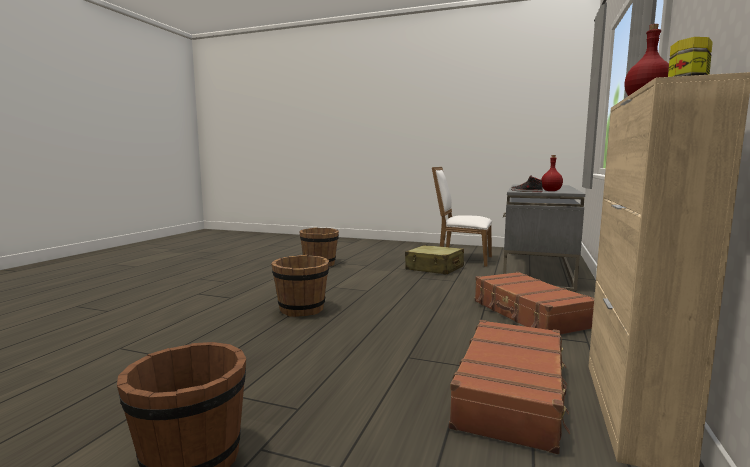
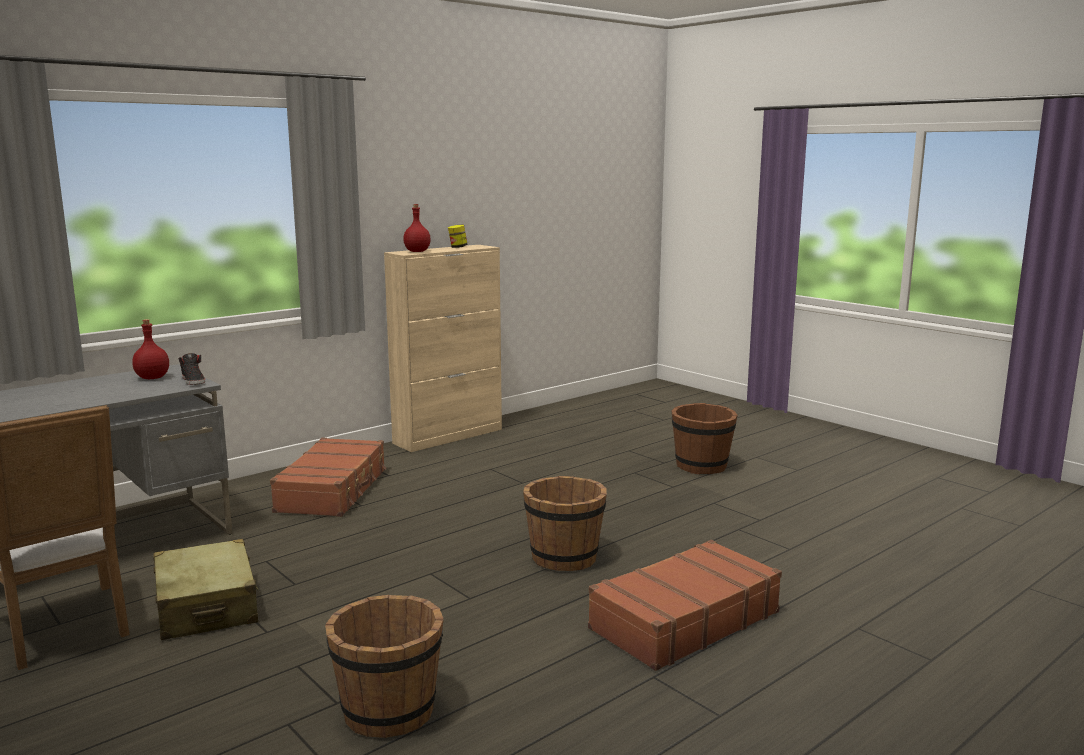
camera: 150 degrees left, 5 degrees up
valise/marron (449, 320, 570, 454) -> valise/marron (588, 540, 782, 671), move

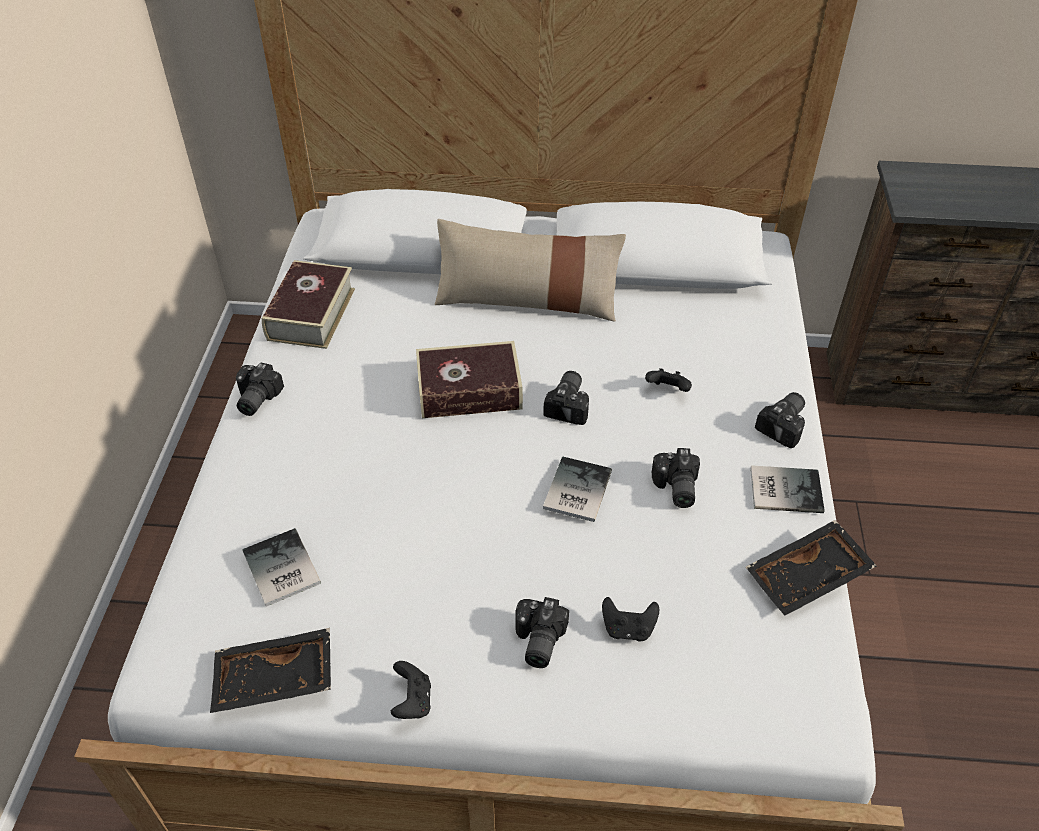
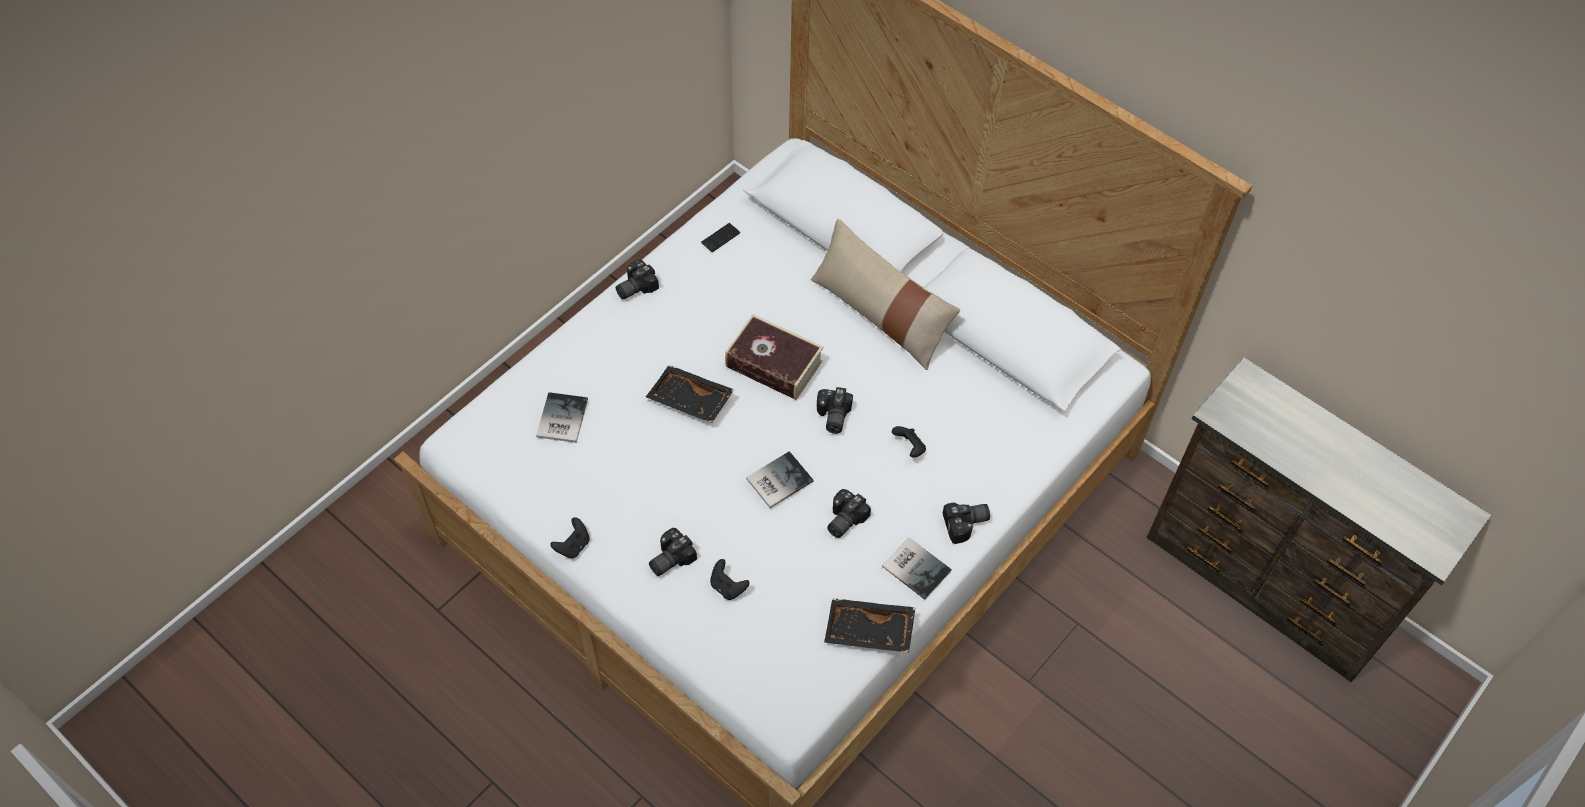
camera: 35 degrees right, 10 degrees up
livre (262, 260, 355, 349) -> téléphone (701, 223, 740, 252)
appareil photo (543, 371, 589, 425) -> appareil photo (817, 387, 853, 434), 135 degrees clockwise
plateau/noir (210, 628, 331, 713) -> plateau/noir (646, 365, 735, 423), move

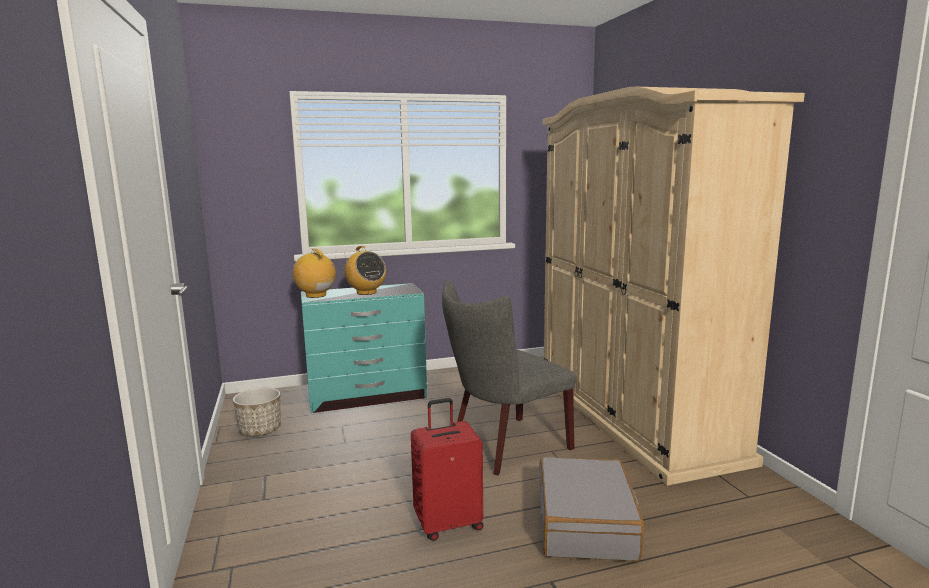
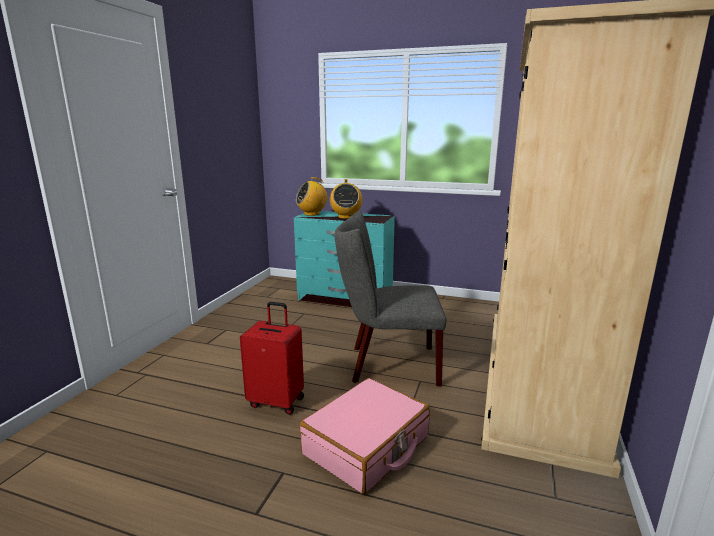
camera: 35 degrees right, 5 degrees up
radio (293, 248, 336, 298) -> radio (296, 177, 327, 216), 105 degrees counterclockwise
cache-pot (233, 387, 281, 436) -> none
valise/gris (539, 457, 645, 562) -> valise/rose (299, 378, 430, 494)

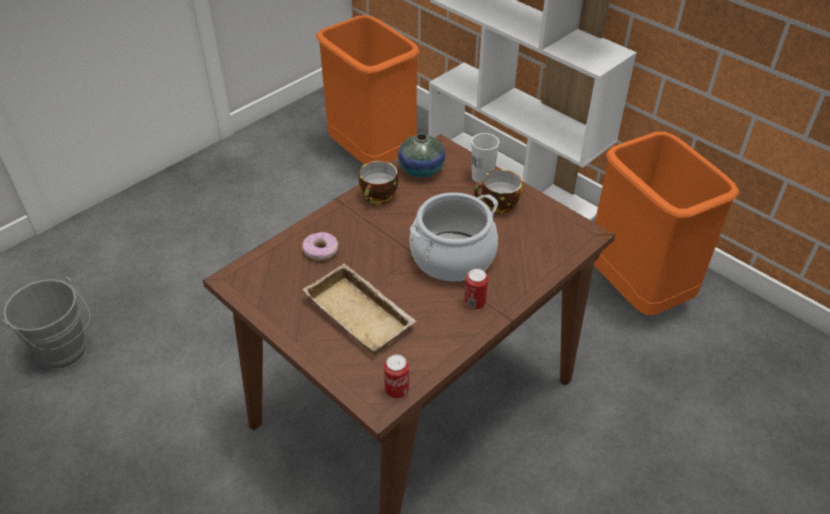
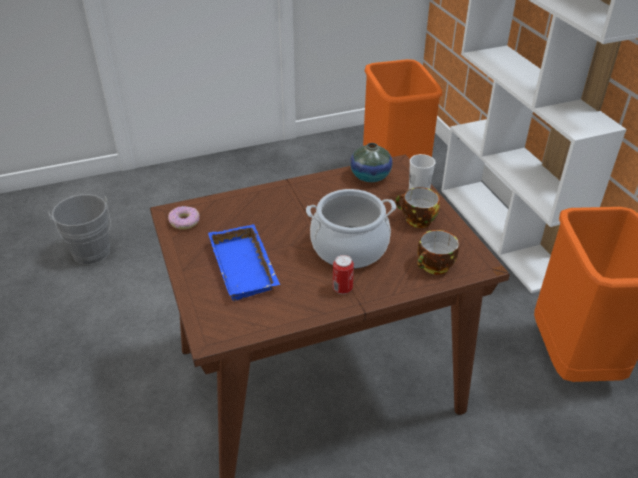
camera: 25 degrees right, 5 degrees down
tasse (359, 161, 398, 205) -> tasse (417, 230, 459, 275), move
beignet (302, 232, 339, 260) -> beignet (168, 206, 200, 230), move
plateau/beige (303, 263, 417, 356) -> plateau/bleu (208, 224, 280, 301)
boîte métallique (384, 354, 409, 398) -> none

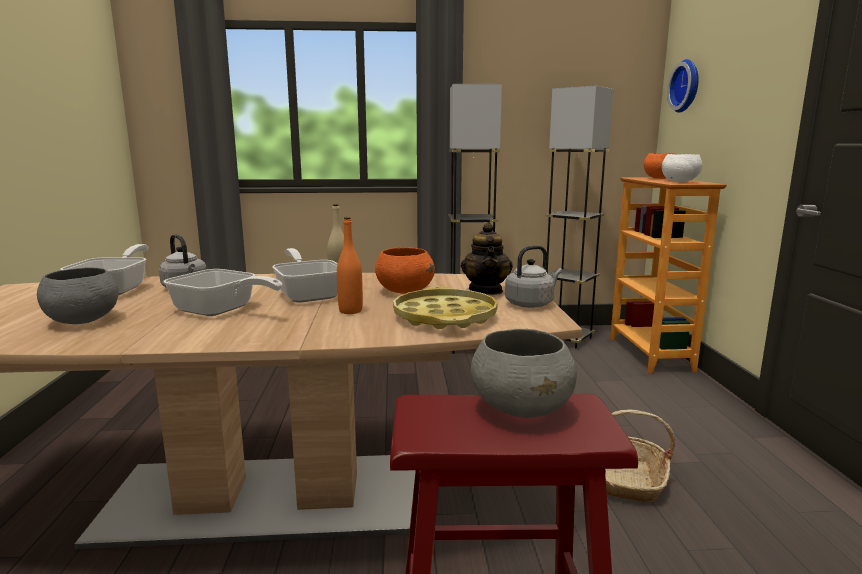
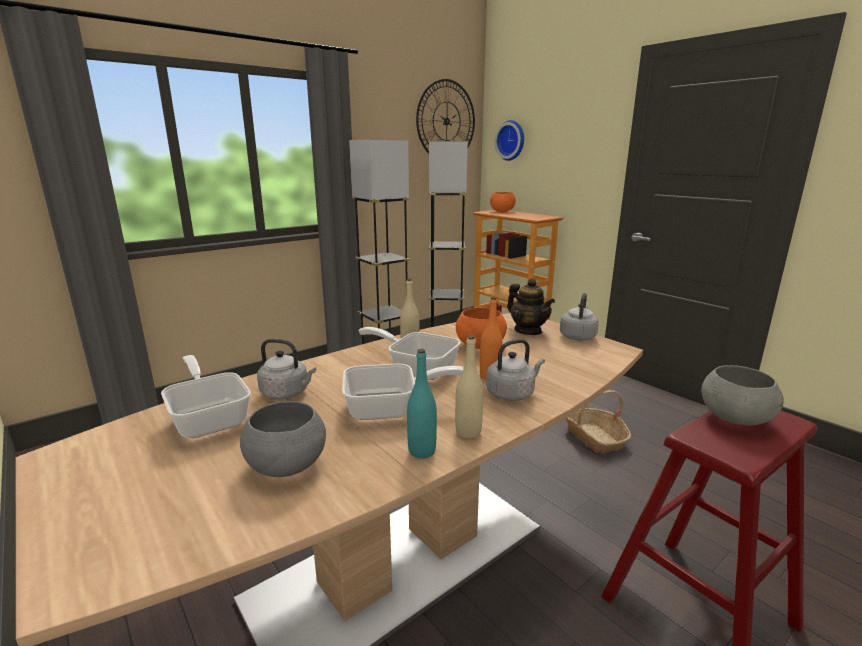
camera: 35 degrees left, 5 degrees up
bol/blanc (662, 154, 702, 182) -> none
plateau/jaune (393, 286, 498, 329) -> none
none -> horloge murale (416, 79, 475, 154)
none -> bouteille/beige (455, 335, 483, 438)
none -> bouilloire/gris (486, 339, 545, 401)
none -> bouteille/turquoise (407, 349, 437, 459)

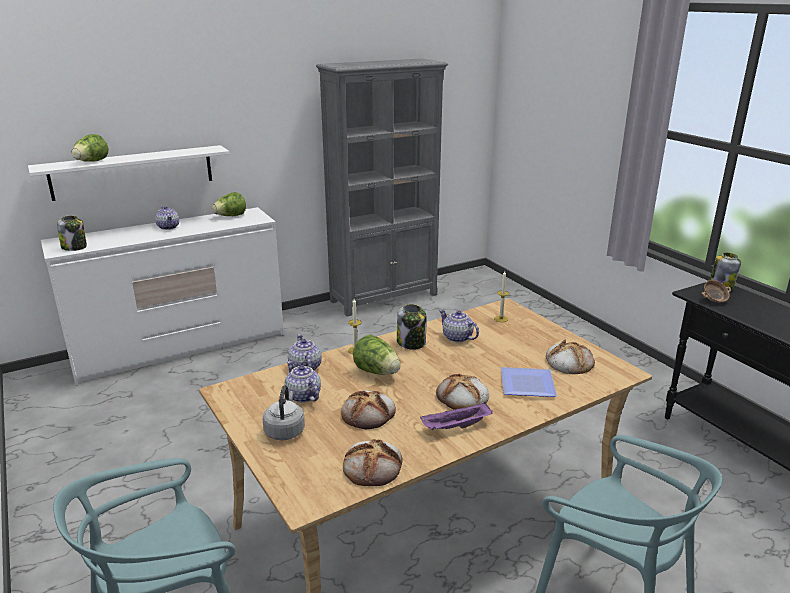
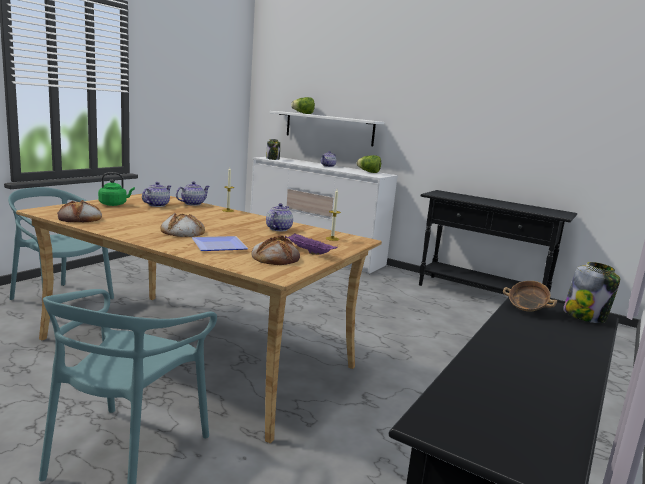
camera: 60 degrees right, 10 degrees down
bibliothèque/gris (316, 58, 448, 316) -> table console/noir (419, 190, 577, 293)
bocal (397, 304, 427, 350) -> none
laitue (353, 335, 401, 375) -> none
bouilloire/gris (263, 385, 305, 440) -> bouilloire/vert (98, 172, 135, 206)
pain (341, 391, 396, 429) -> none
plateau/violet (420, 402, 493, 430) -> plateau/violet (285, 234, 338, 255), move

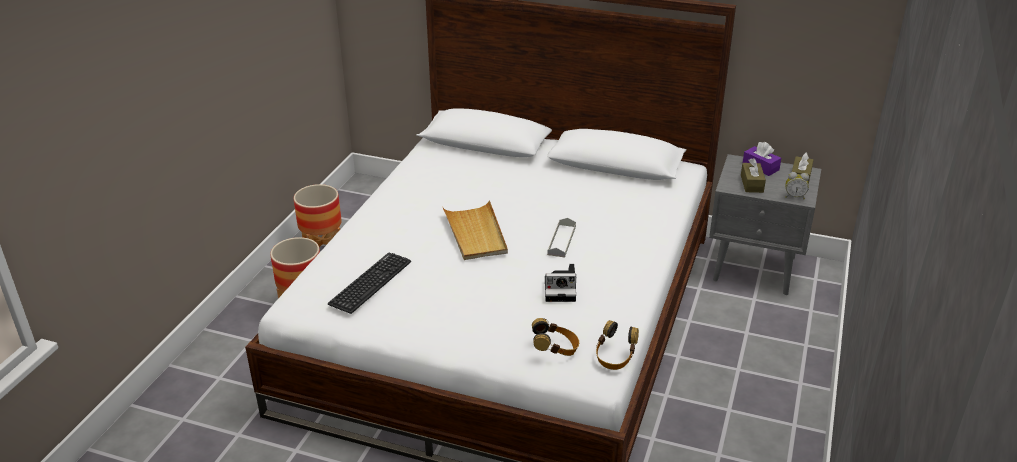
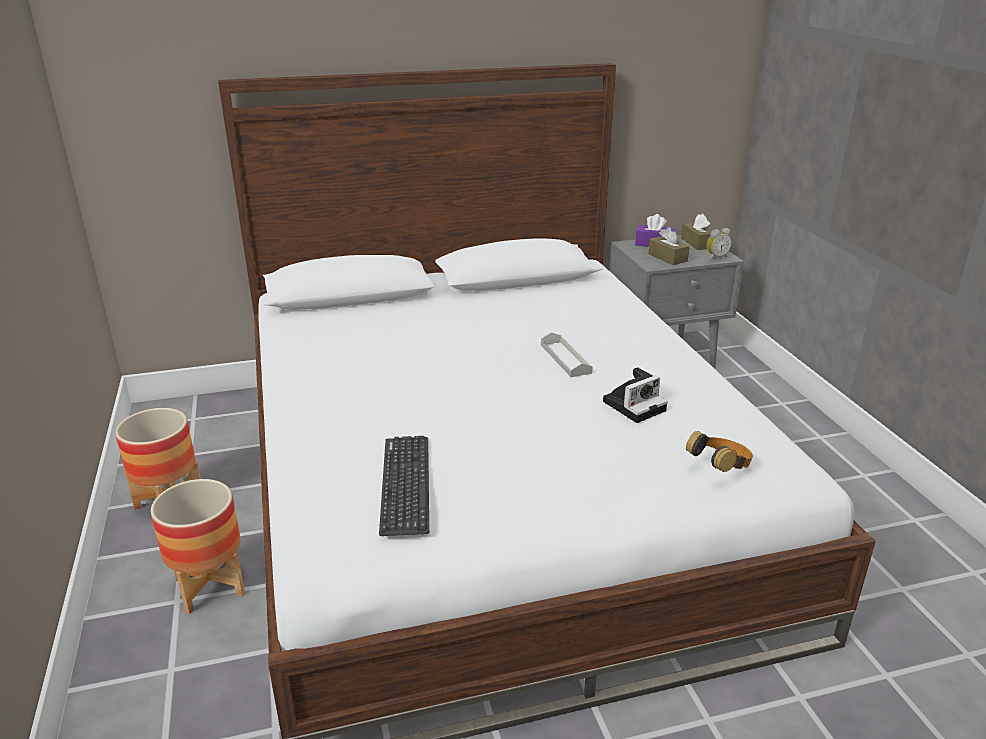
camera: 35 degrees left, 5 degrees down
plateau/beige (443, 200, 508, 260) -> none
casque audio (596, 320, 639, 370) -> none

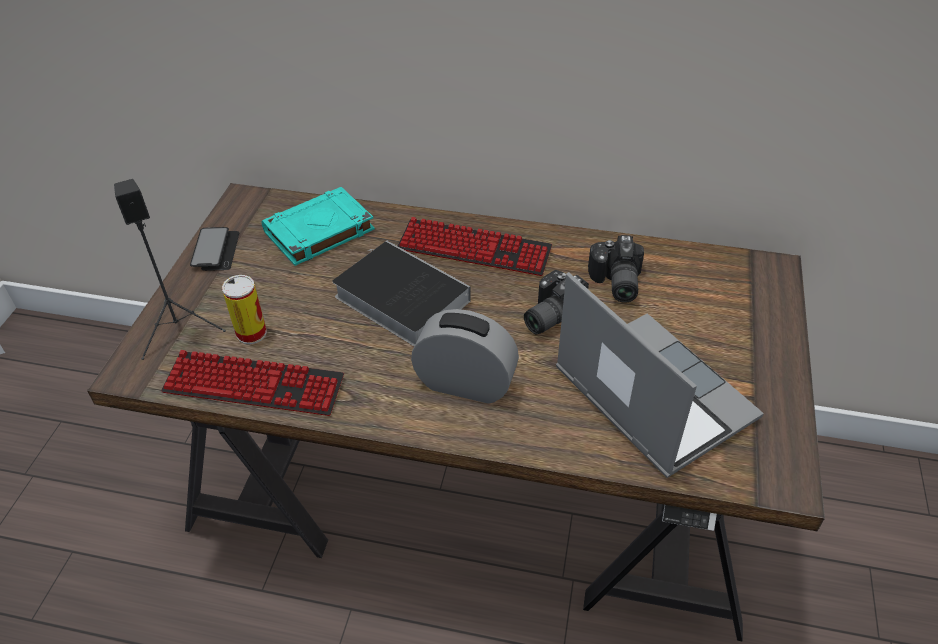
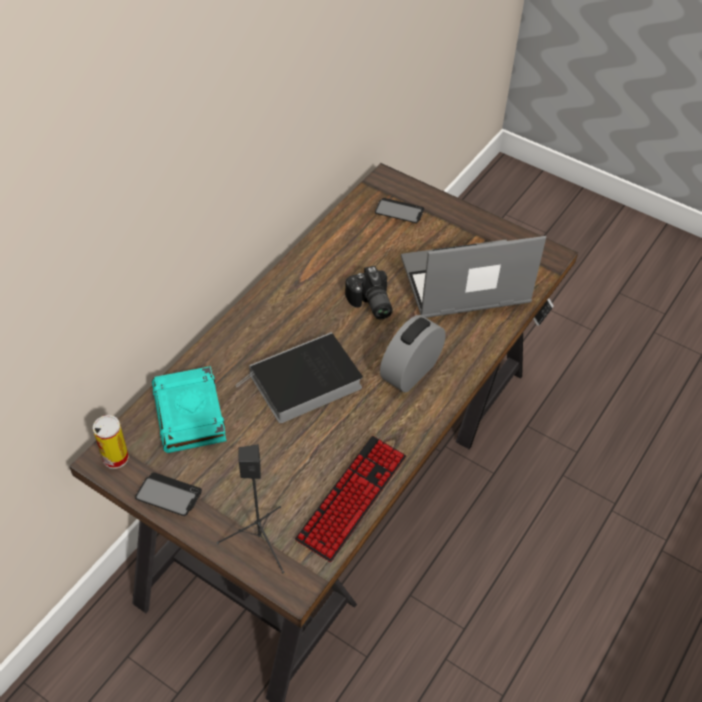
camera: 70 degrees left, 5 degrees up
clavier (398, 217, 552, 276) -> none
appareil photo (588, 235, 644, 303) -> none
boîte métallique (222, 275, 267, 344) -> boîte métallique (93, 415, 129, 469), move
none -> téléphone (375, 198, 424, 223)

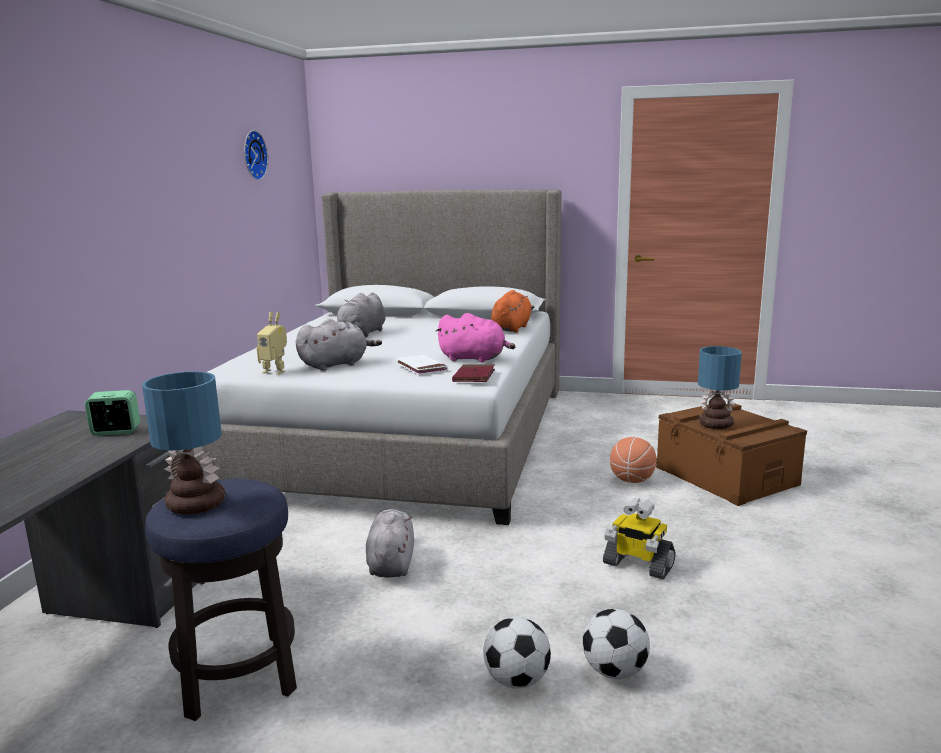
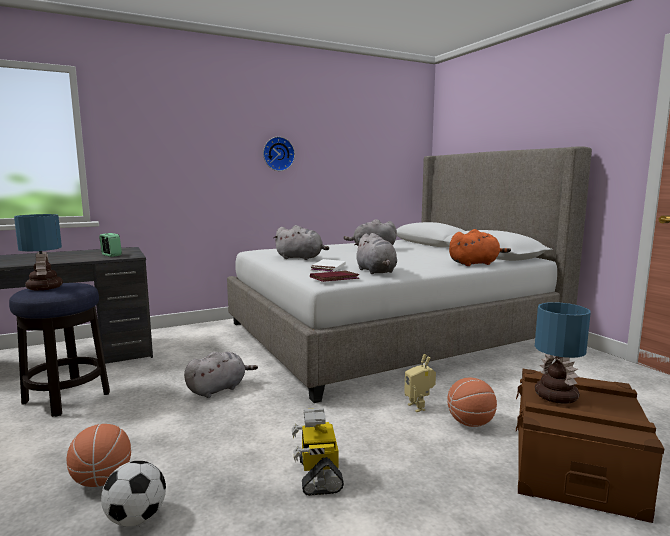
camera: 50 degrees right, 5 degrees down
horloge murale (244, 130, 268, 180) -> horloge murale (263, 137, 295, 171), move
robot jouet (257, 312, 287, 375) -> robot jouet (404, 354, 436, 412), move
peluche/rose (435, 313, 515, 363) -> peluche/gris (354, 233, 397, 274)
ballon de foot (483, 617, 551, 689) -> ballon de basket (66, 424, 131, 487)

